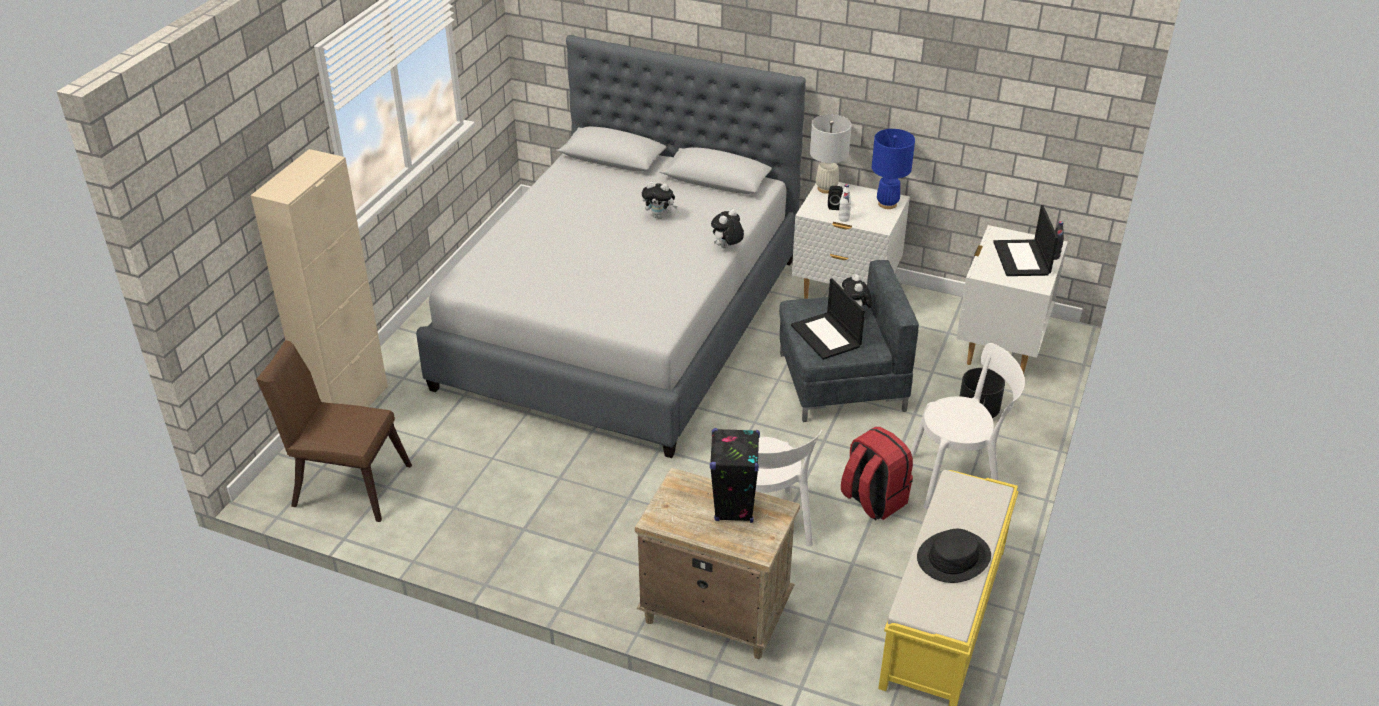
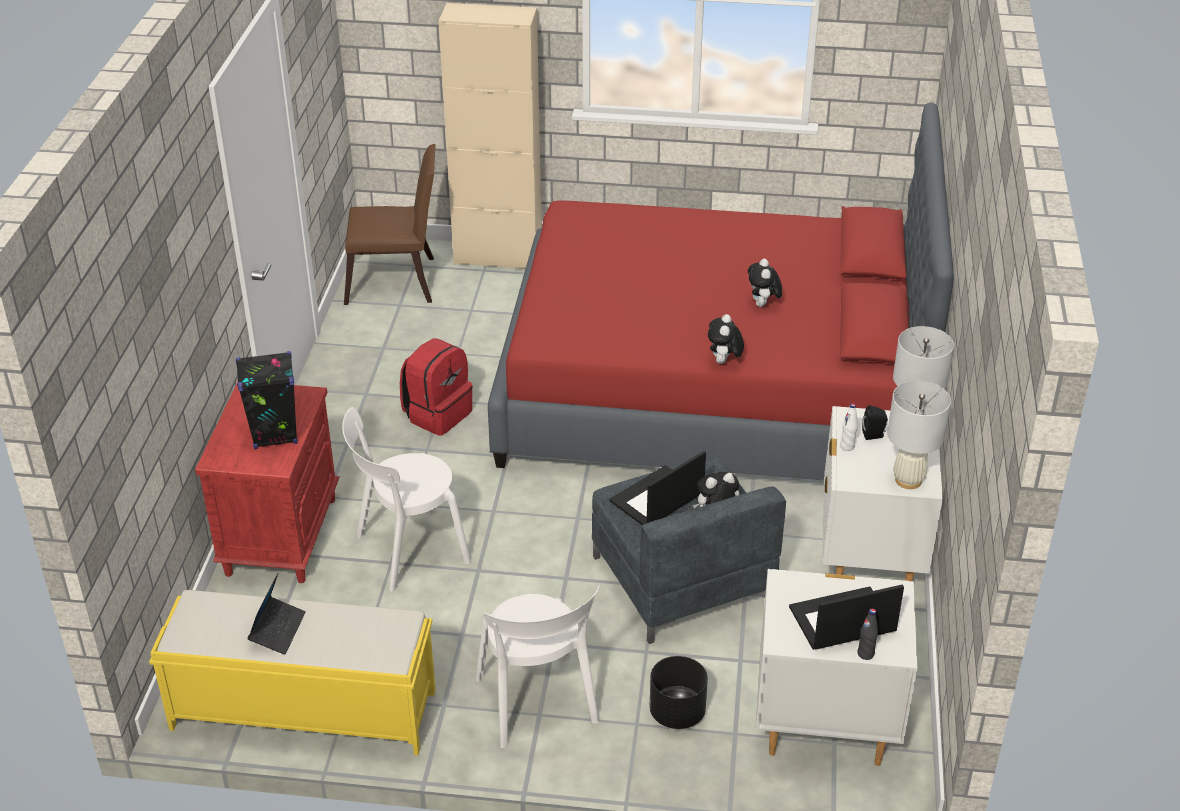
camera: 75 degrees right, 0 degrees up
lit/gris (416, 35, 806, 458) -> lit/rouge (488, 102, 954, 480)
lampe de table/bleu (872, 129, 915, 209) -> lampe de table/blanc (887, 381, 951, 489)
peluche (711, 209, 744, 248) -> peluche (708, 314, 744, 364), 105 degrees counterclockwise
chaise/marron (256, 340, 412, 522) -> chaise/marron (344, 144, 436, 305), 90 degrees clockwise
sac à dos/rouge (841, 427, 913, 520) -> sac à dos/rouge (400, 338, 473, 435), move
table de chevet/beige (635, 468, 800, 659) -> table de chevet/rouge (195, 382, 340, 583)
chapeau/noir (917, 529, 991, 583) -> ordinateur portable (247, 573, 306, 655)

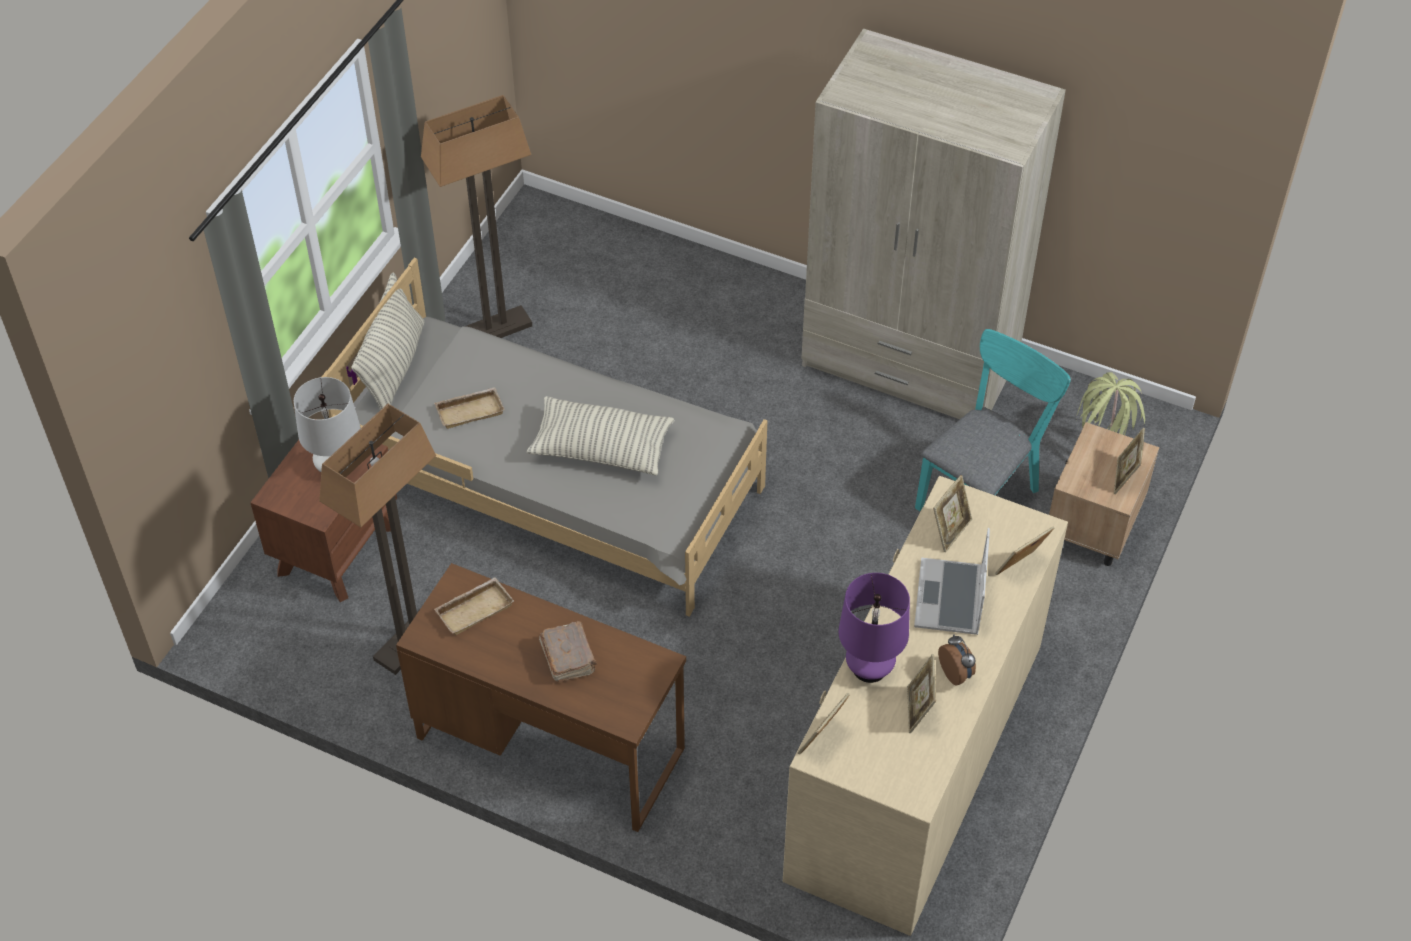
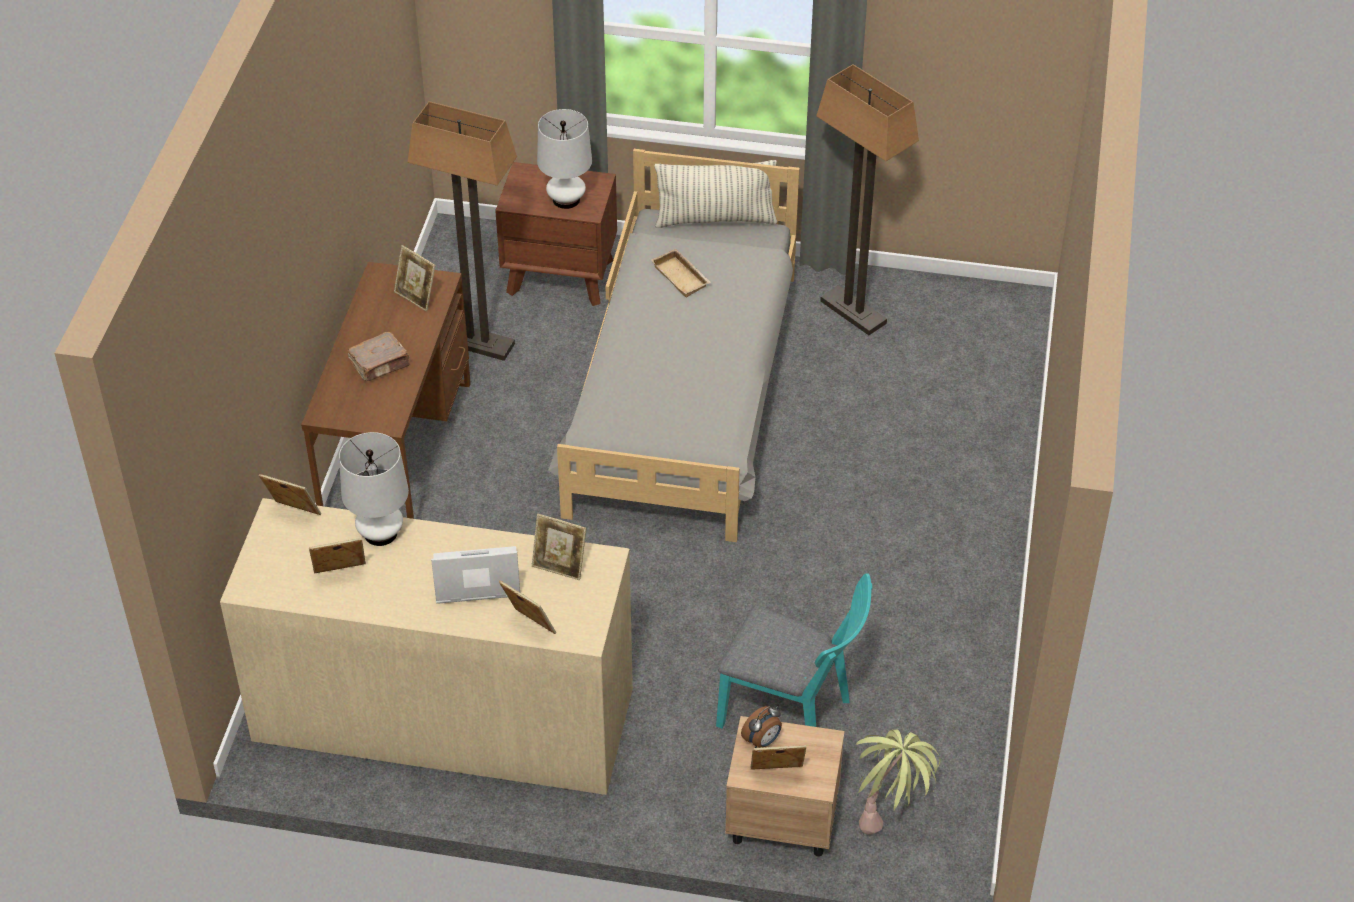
camera: 75 degrees right, 5 degrees down
armoire/beige (801, 29, 1066, 419) -> none
coussin (527, 396, 675, 475) -> none
lampe de table/violet (839, 573, 910, 683) -> lampe de table/blanc (339, 432, 409, 546)
plateau/beige (434, 577, 514, 635) -> cadre photo (394, 245, 435, 312)
réveil (938, 634, 976, 685) -> réveil (741, 706, 782, 748), move

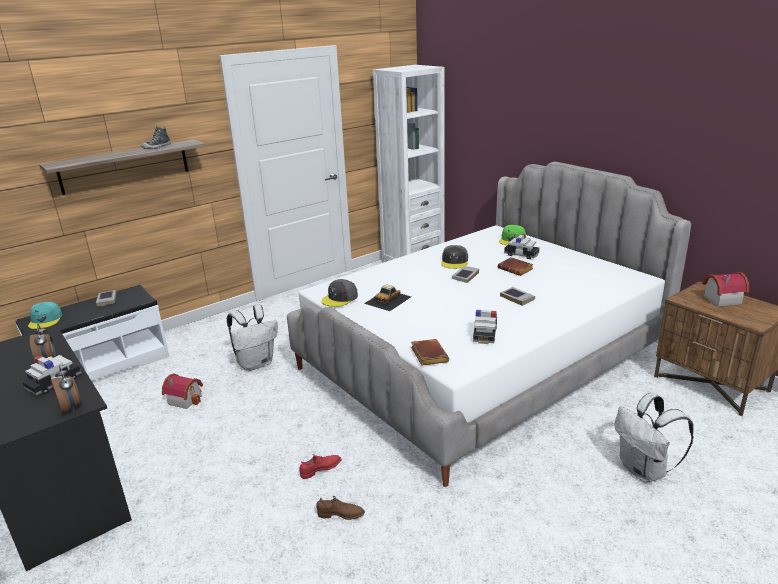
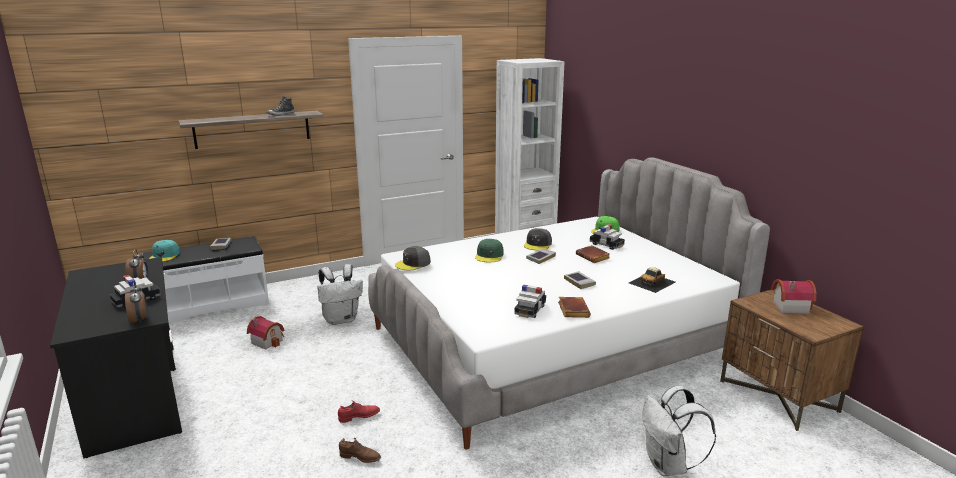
camera: 10 degrees right, 5 degrees down
petite voiture (364, 285, 411, 311) -> petite voiture (629, 267, 676, 293), move
livre/marron (411, 339, 449, 366) -> livre/marron (558, 297, 591, 318), move
none -> casquette/vert (475, 239, 504, 262)

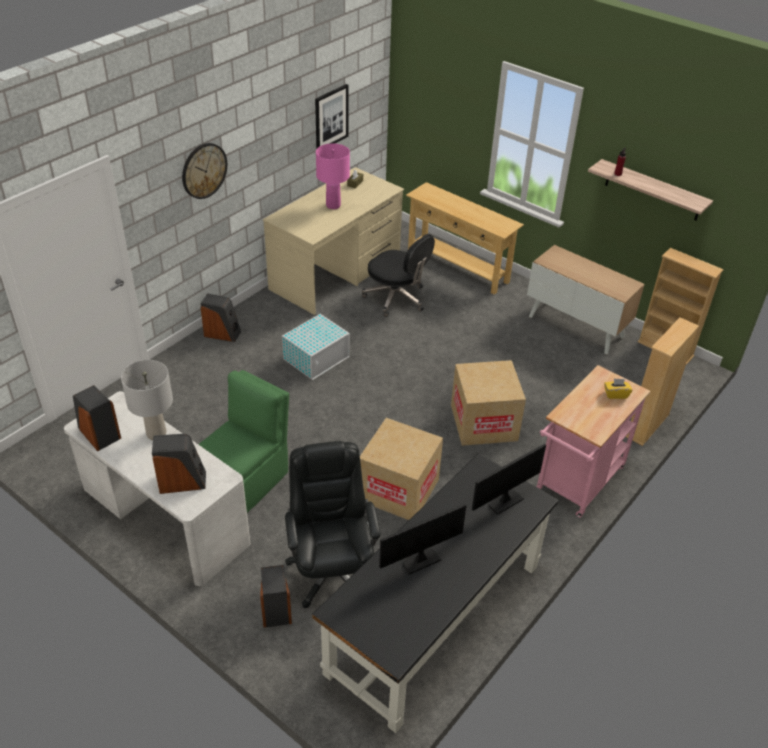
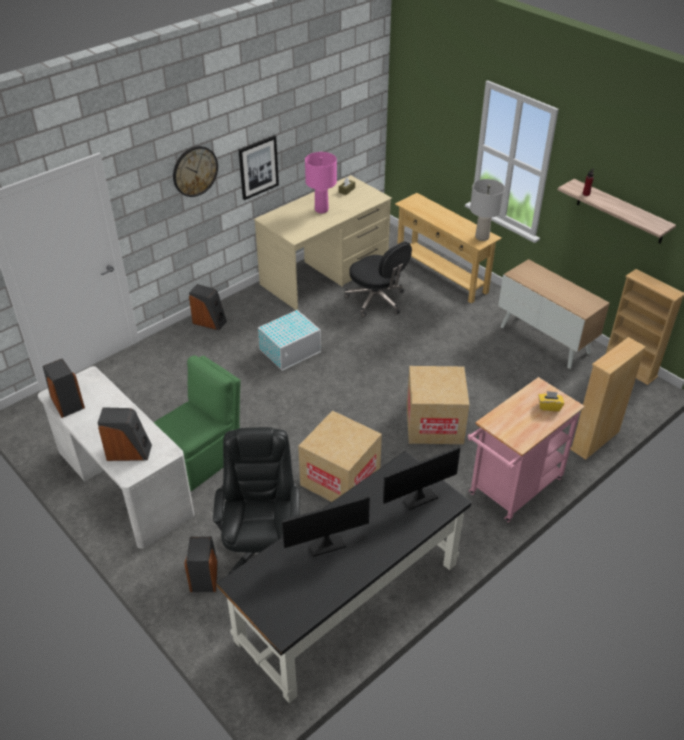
camera: 10 degrees right, 0 degrees up
tableau (315, 84, 348, 149) -> tableau (239, 135, 279, 200), move
lampe de table/gris (121, 360, 173, 440) -> lampe de table/gris (470, 179, 505, 241), move

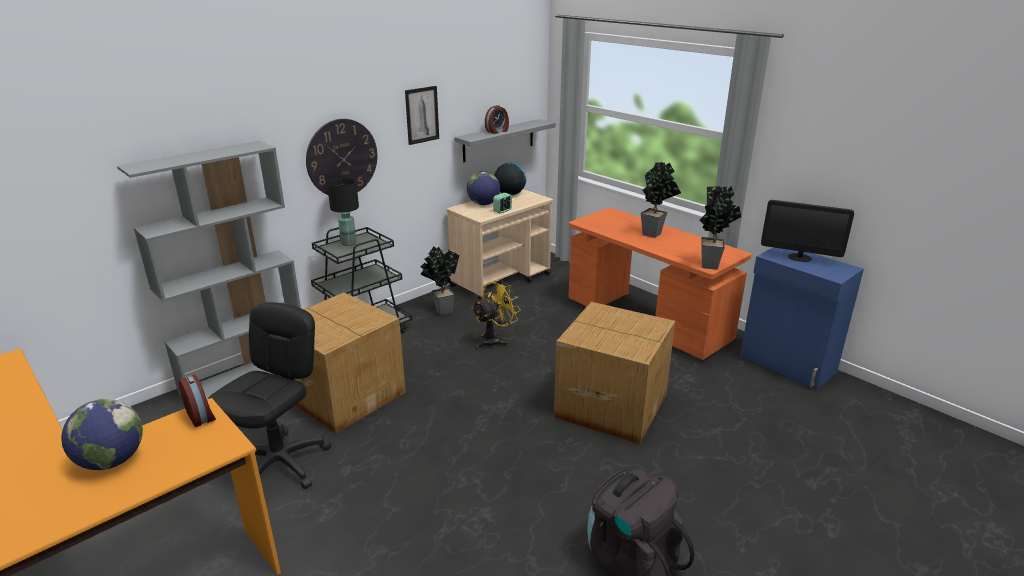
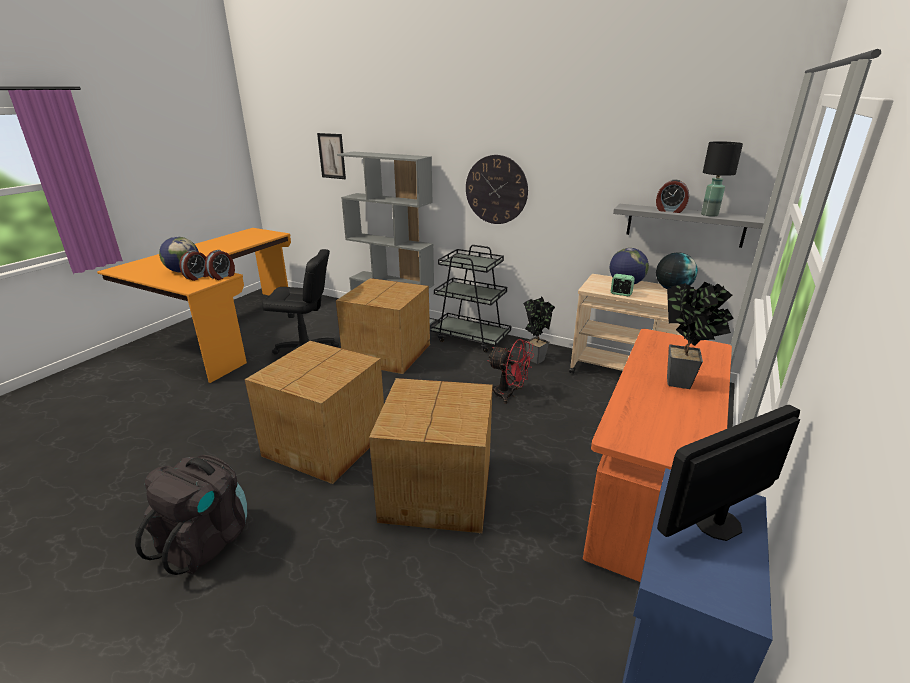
camera: 70 degrees right, 0 degrees up
tableau (405, 86, 439, 145) -> tableau (317, 133, 346, 179), move
lampe de table/noir (327, 178, 359, 246) -> lampe de table/noir (701, 141, 743, 217), move
plante en pot (699, 186, 741, 270) -> none
écran d'ordinateur (761, 200, 854, 262) -> écran d'ordinateur (657, 405, 800, 541), 60 degrees clockwise
ventilateur/jaune (471, 279, 521, 349) -> ventilateur/rouge (488, 339, 534, 404)
none -> réveil (180, 250, 208, 281)
none -> carton (245, 341, 384, 484)

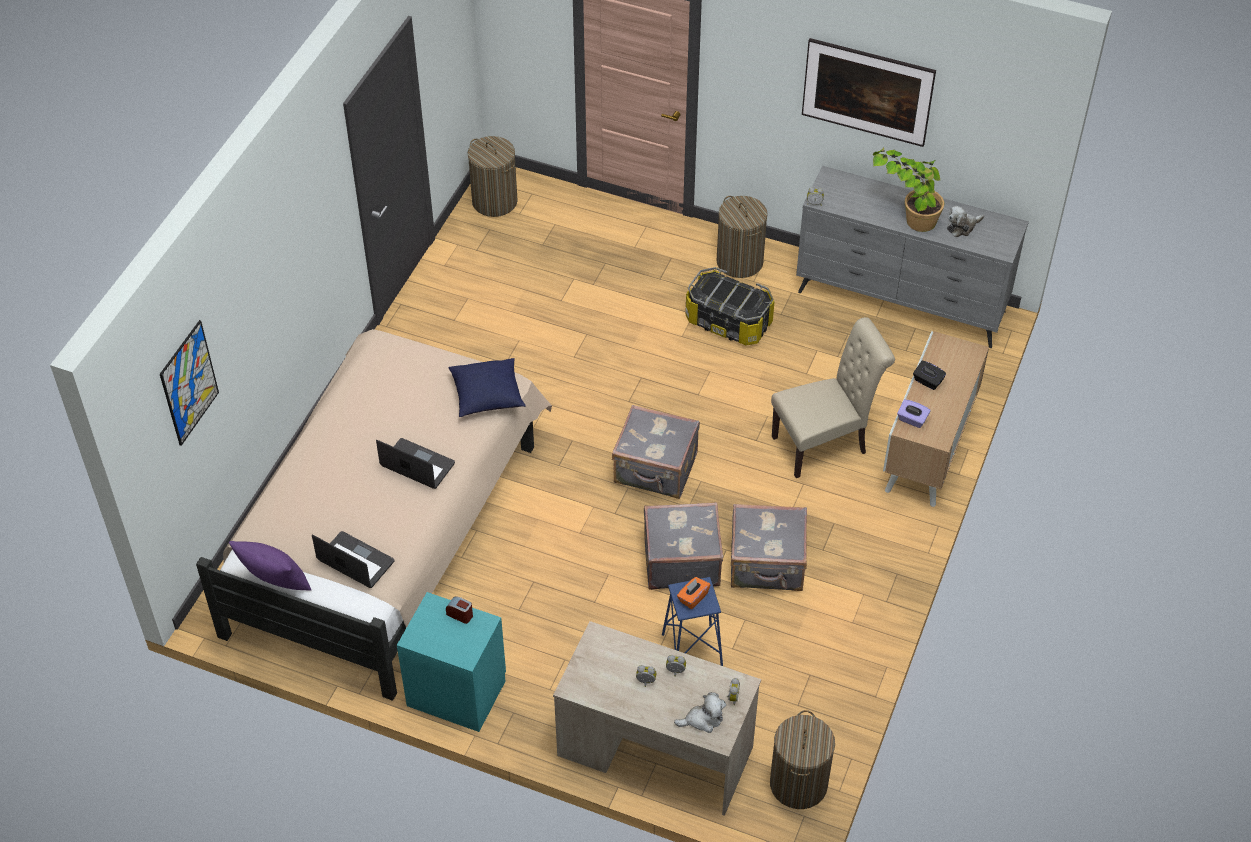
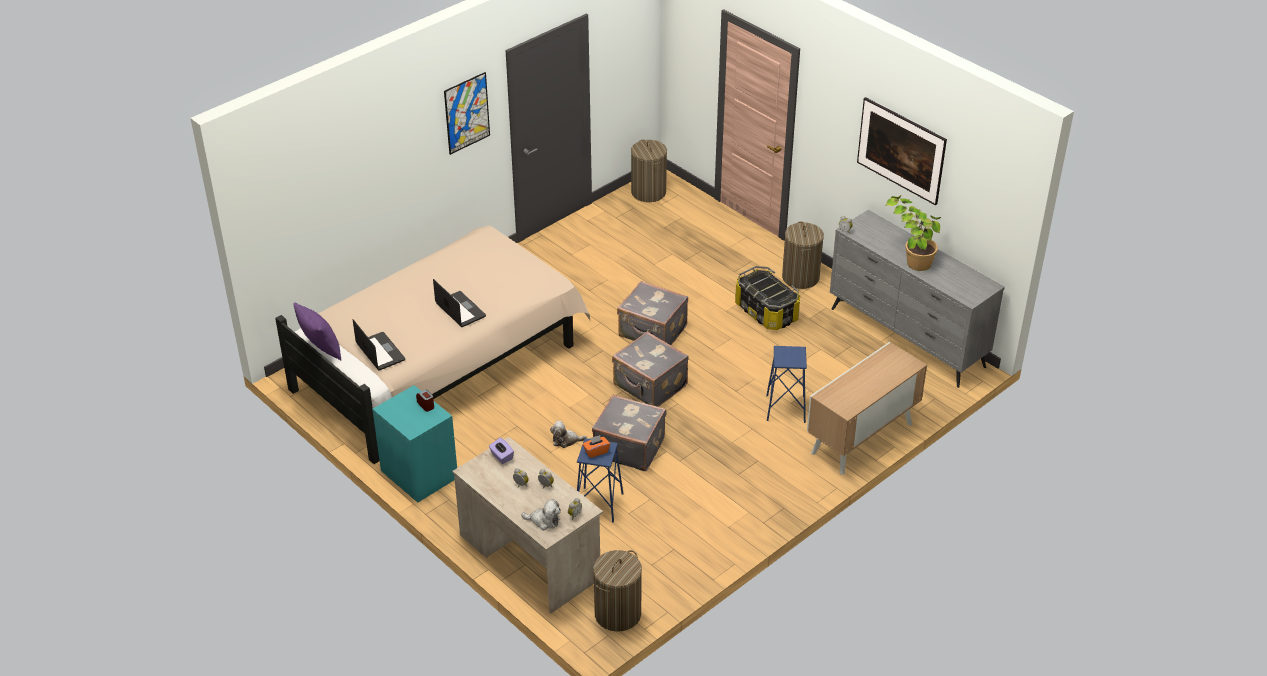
camera: 25 degrees right, 10 degrees down
peluche (947, 206, 984, 237) -> peluche (550, 421, 587, 448), move
chaise/beige (771, 317, 895, 478) -> tabouret/bleu (766, 346, 807, 423)
tableau (160, 320, 219, 446) -> tableau (444, 72, 490, 155), move
coussin/bleu (448, 358, 526, 417) -> none
boîte à mouchoirs/noir (913, 361, 946, 390) -> none
boîte à mouchoirs/violet (897, 399, 930, 428) -> boîte à mouchoirs/violet (489, 438, 514, 464), move
valise/gris (731, 504, 807, 591) -> valise/gris (617, 281, 688, 345), move

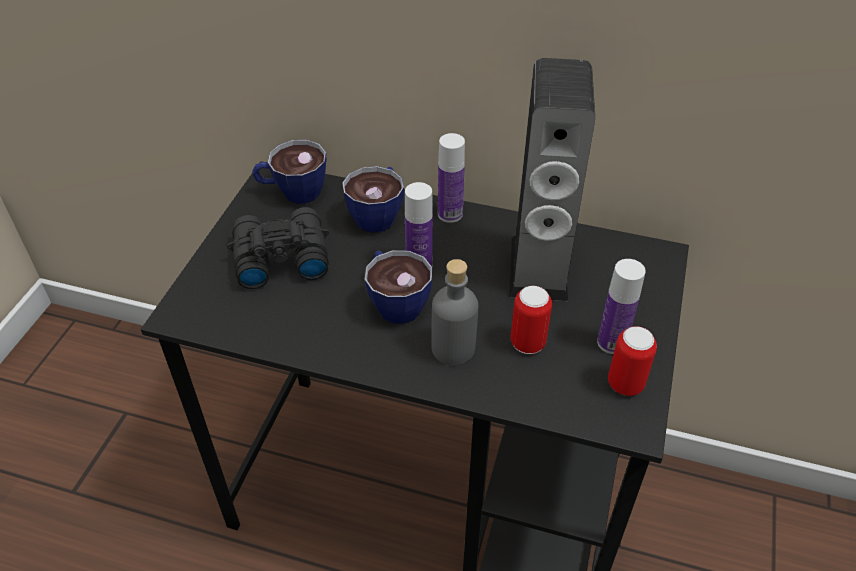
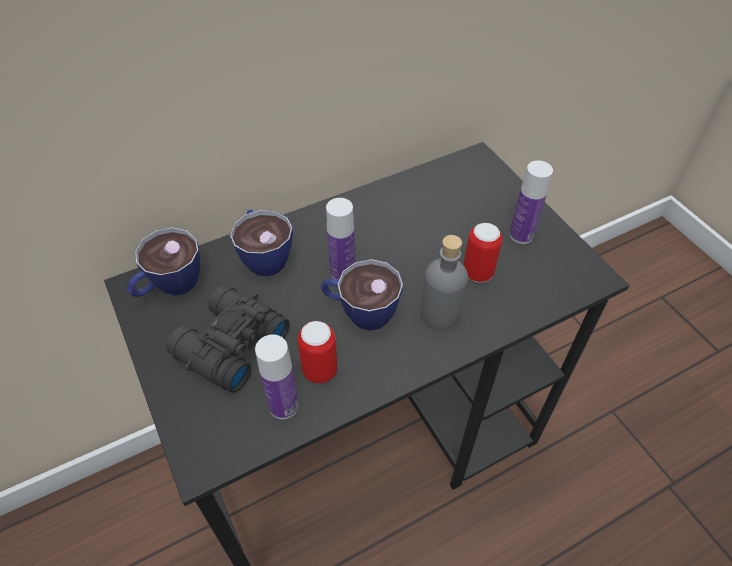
camera: 45 degrees left, 5 degrees up
enceinte (509, 58, 595, 301) -> none
bouteille (438, 133, 465, 223) -> bouteille (255, 335, 299, 419), move
boîte métallique (608, 326, 657, 396) -> boîte métallique (297, 321, 337, 383), move

